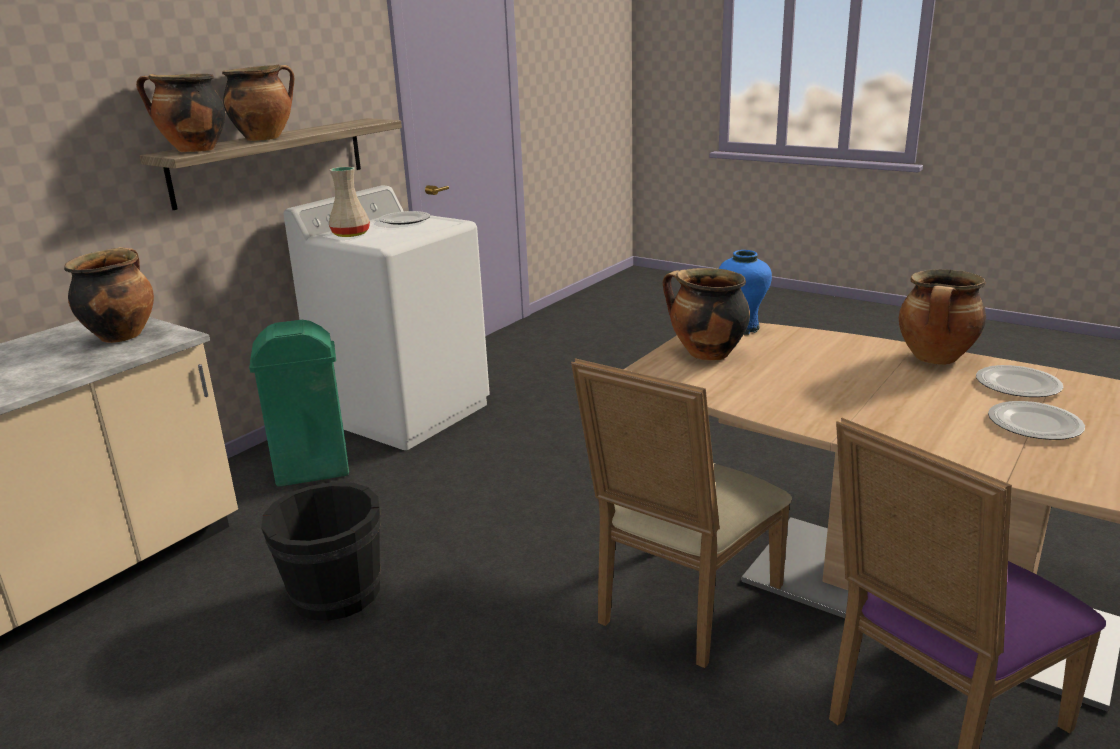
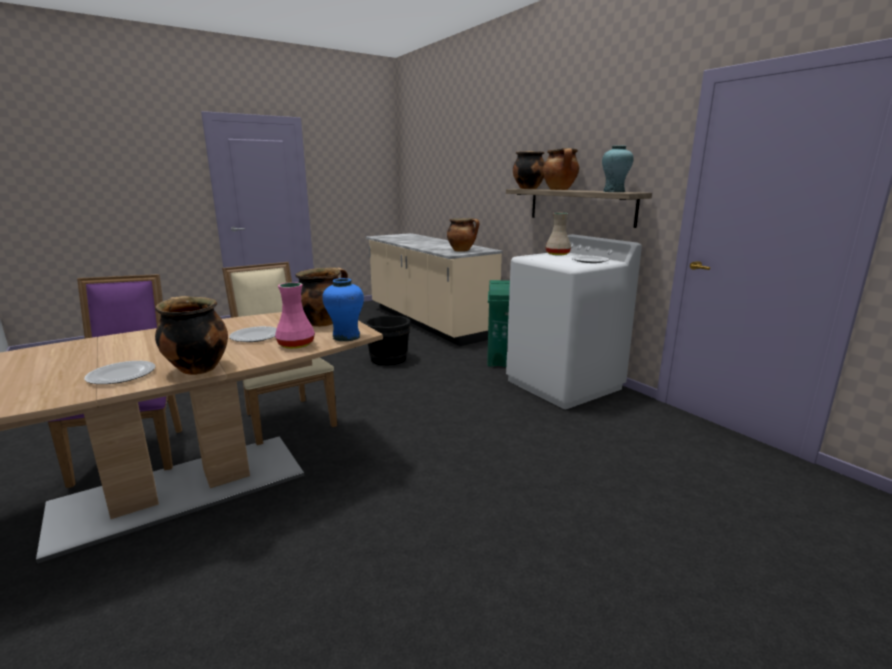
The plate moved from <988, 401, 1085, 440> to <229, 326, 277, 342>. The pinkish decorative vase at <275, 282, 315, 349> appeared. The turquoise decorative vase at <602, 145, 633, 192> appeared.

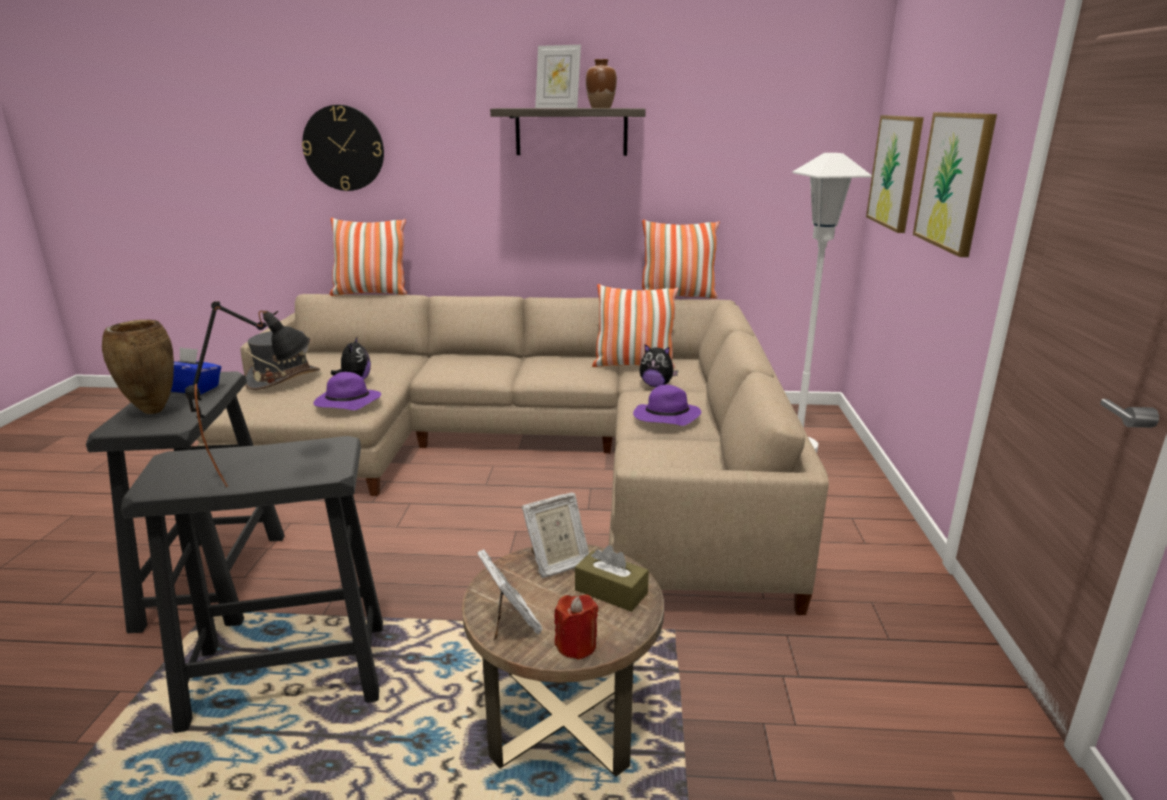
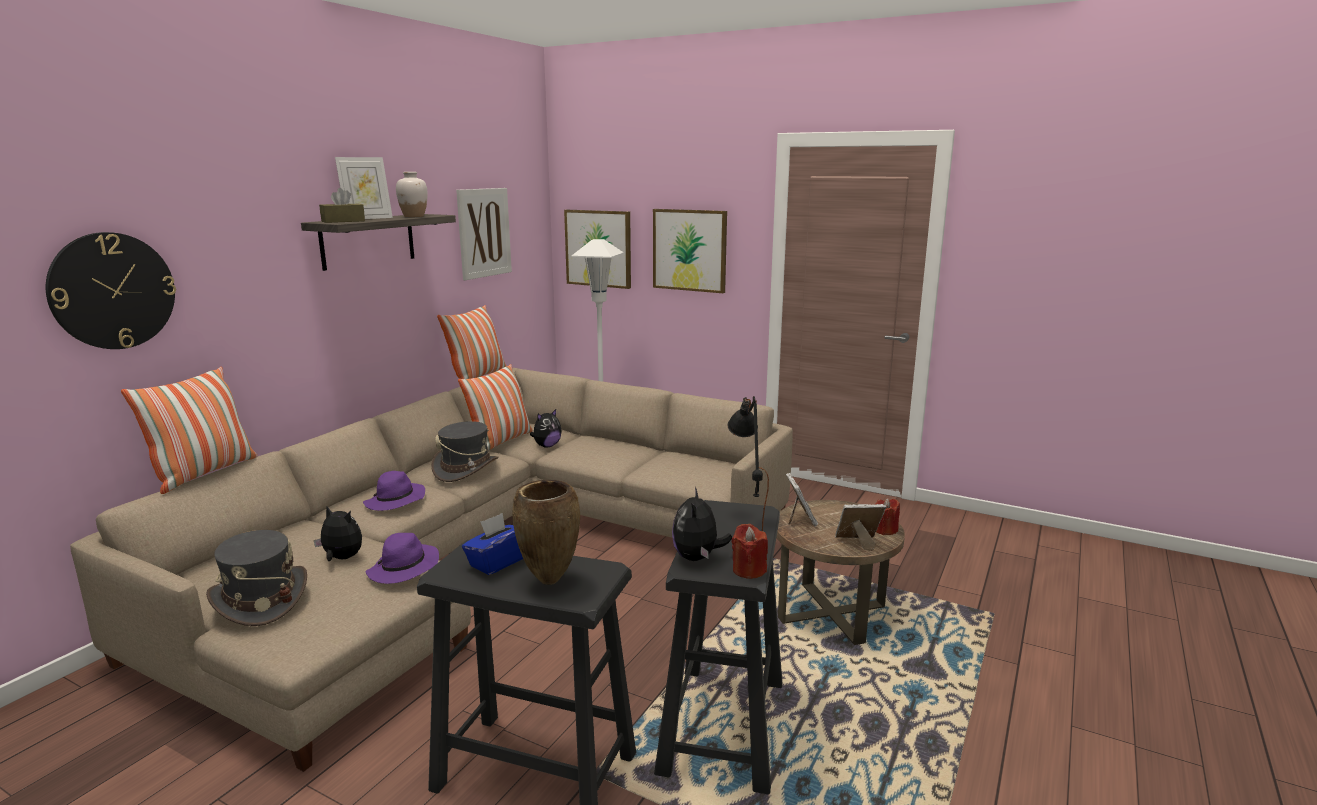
The brown-coloured box of tissues moved from <575, 545, 649, 612> to <319, 188, 365, 223>. The purple-coloured hat moved from <633, 385, 701, 426> to <363, 471, 425, 511>. The brown-coloured decorative vase at <586, 59, 617, 108> became the whitish decorative vase at <396, 172, 428, 217>. The grey hat at <431, 421, 499, 482> appeared. The picture at <456, 188, 512, 280> appeared. The soft toy at <672, 487, 732, 561> appeared. The red wax candle at <732, 524, 768, 579> appeared.

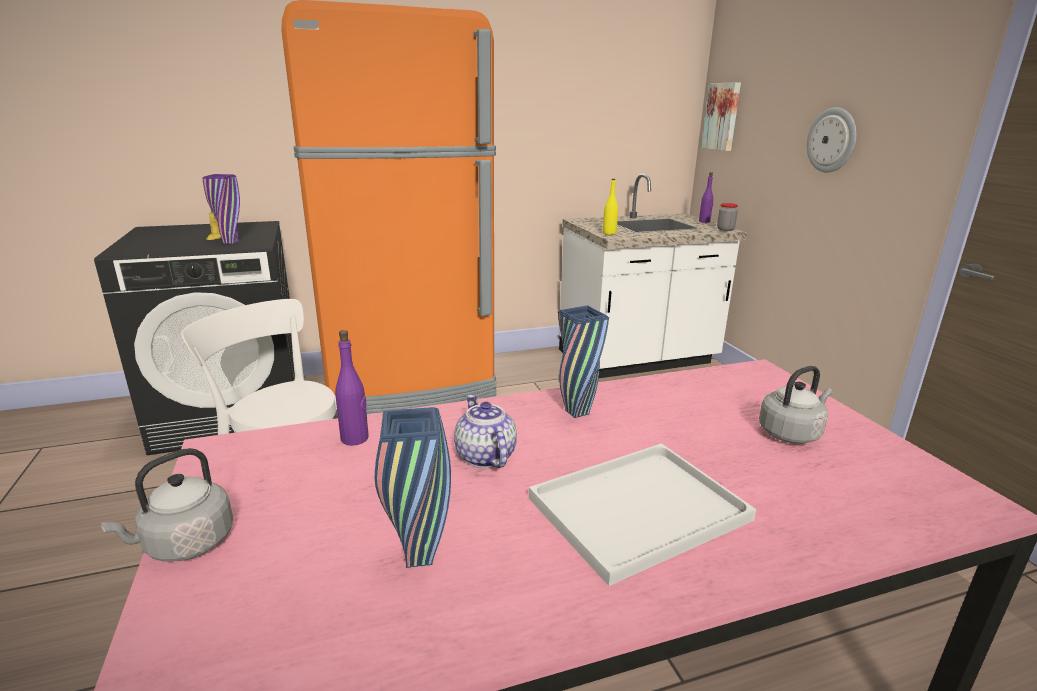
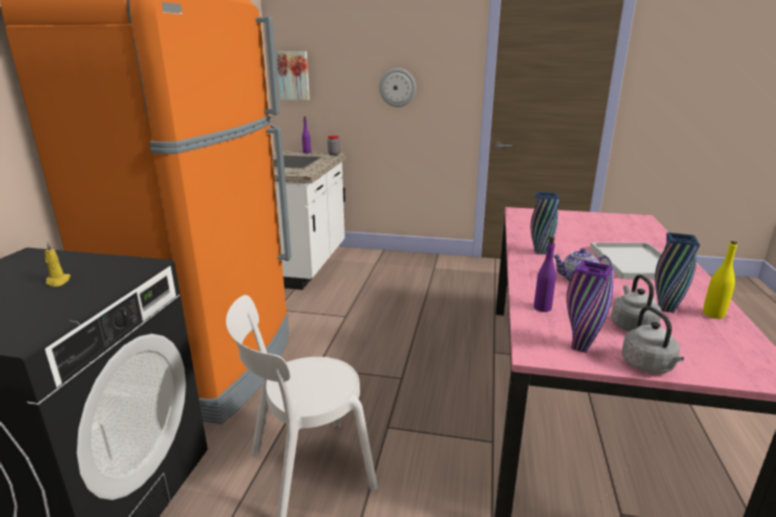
The purple-coloured decorative vase moved from <203, 174, 240, 244> to <566, 260, 613, 353>. The grey tea kettle moved from <759, 366, 833, 444> to <611, 275, 661, 331>. The yellow-coloured bottle moved from <603, 179, 618, 235> to <703, 241, 737, 319>.

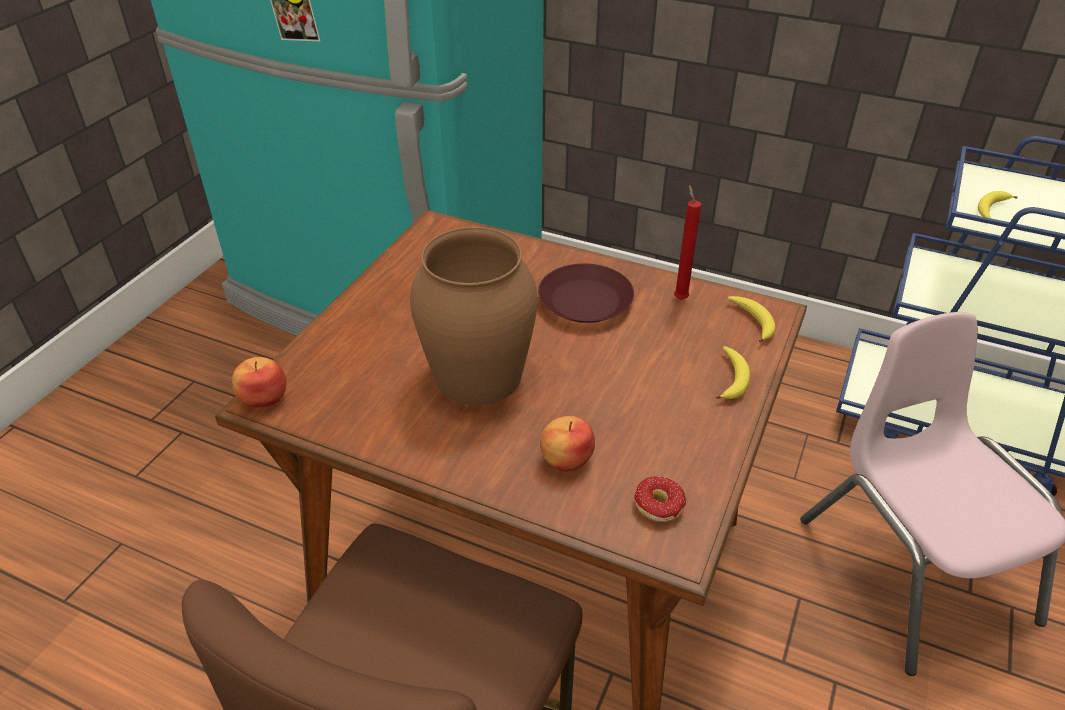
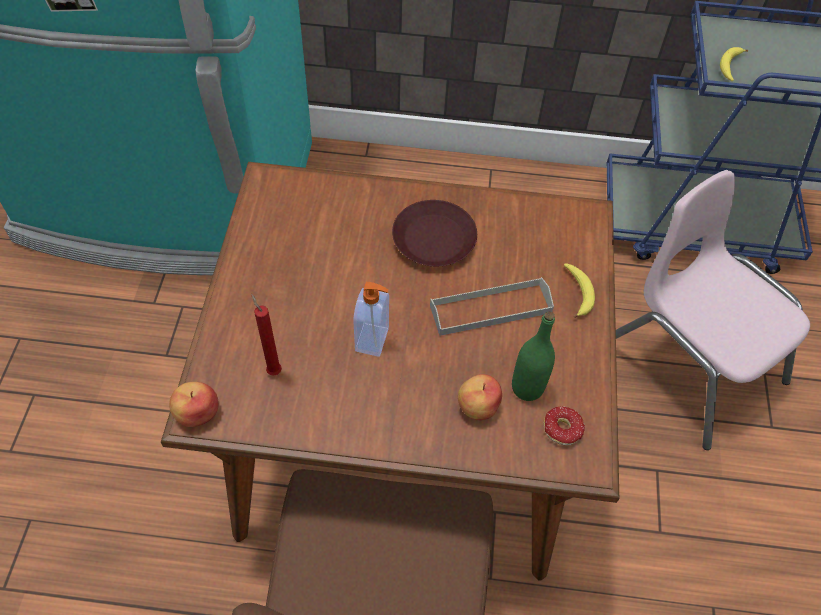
The red wax candle moved from <674, 185, 701, 300> to <251, 294, 282, 376>. The brown-coloured decorative vase at <410, 227, 538, 406> was replaced by the soap bottle at <353, 282, 389, 357>. The grey tray at <430, 277, 554, 336> appeared. The greenish bottle at <512, 311, 555, 401> appeared. The banana fruit at <728, 296, 776, 342> disappeared.

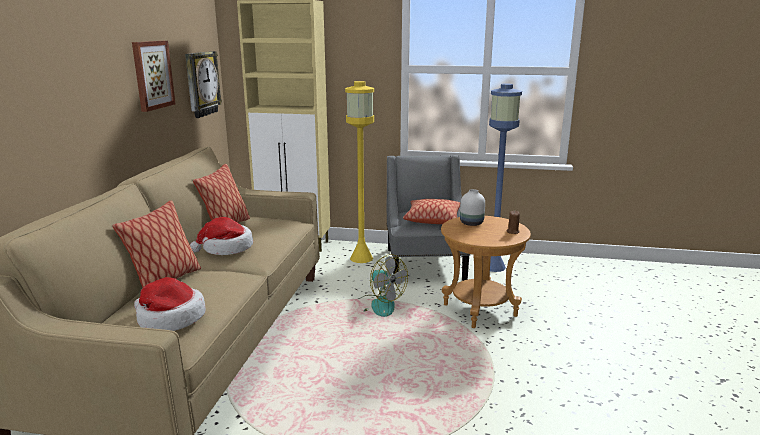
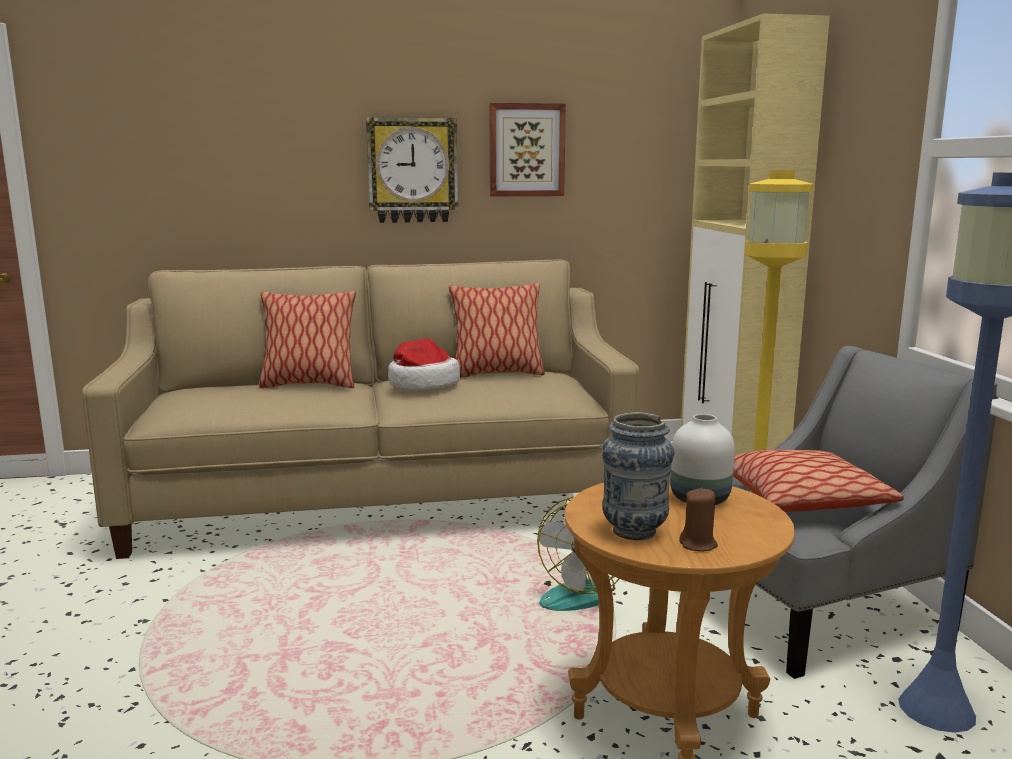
The clock on the wall moved from <185, 51, 222, 118> to <366, 117, 458, 223>. The decorative vase at <602, 412, 674, 540> appeared. The hat at <134, 277, 206, 331> disappeared.

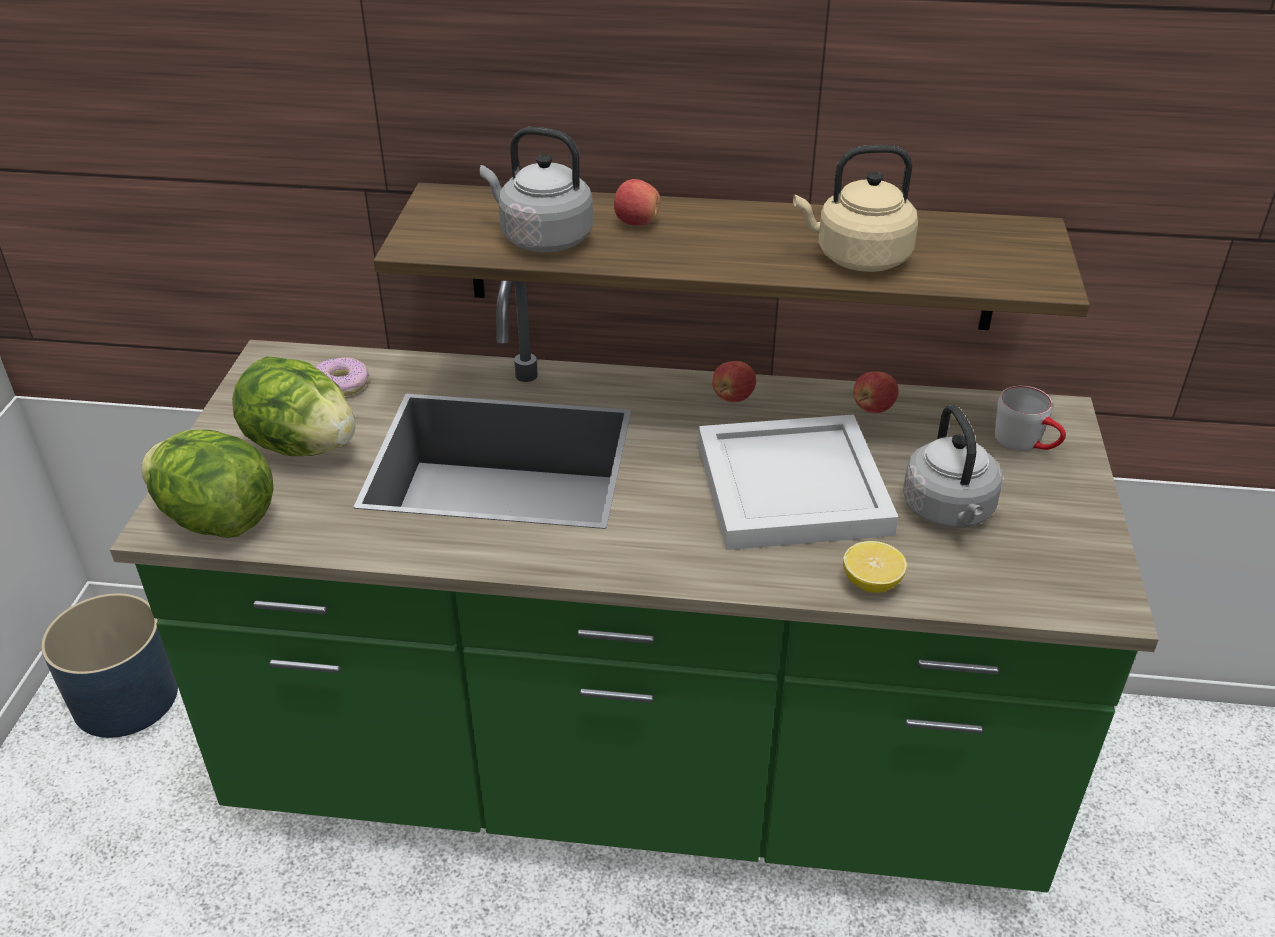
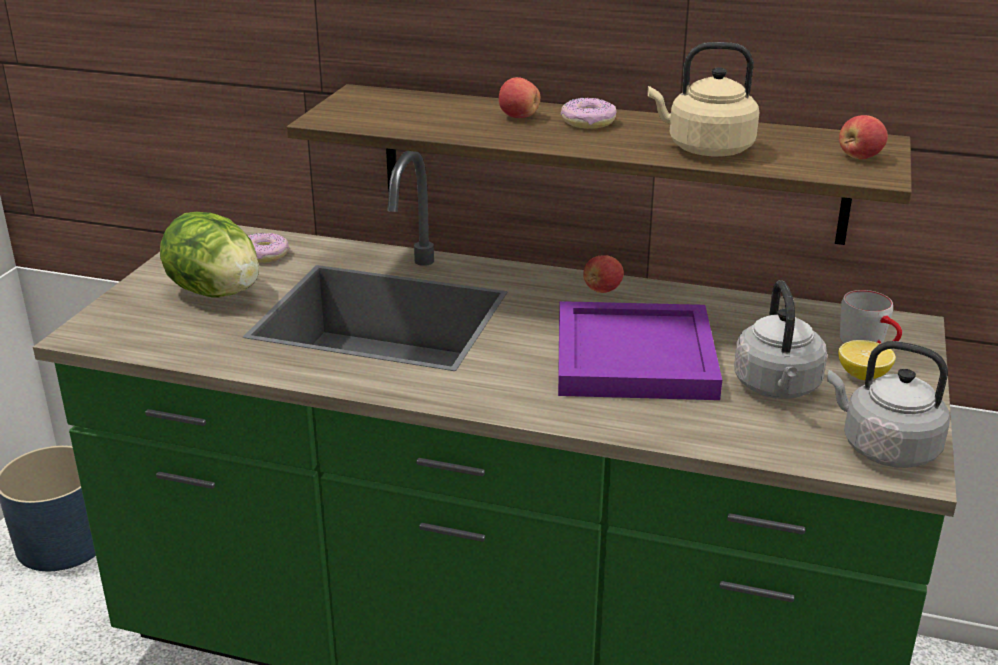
The whitish tray at <698, 414, 899, 550> became the purple-coloured tray at <558, 301, 722, 400>. The doughnut at <561, 98, 617, 129> appeared. The grey tea kettle moved from <480, 127, 593, 252> to <827, 341, 950, 468>. The whole lemon moved from <843, 541, 907, 593> to <838, 340, 895, 380>. The whole apple moved from <853, 372, 899, 413> to <839, 115, 888, 159>. The head of lettuce at <141, 430, 273, 538> disappeared.

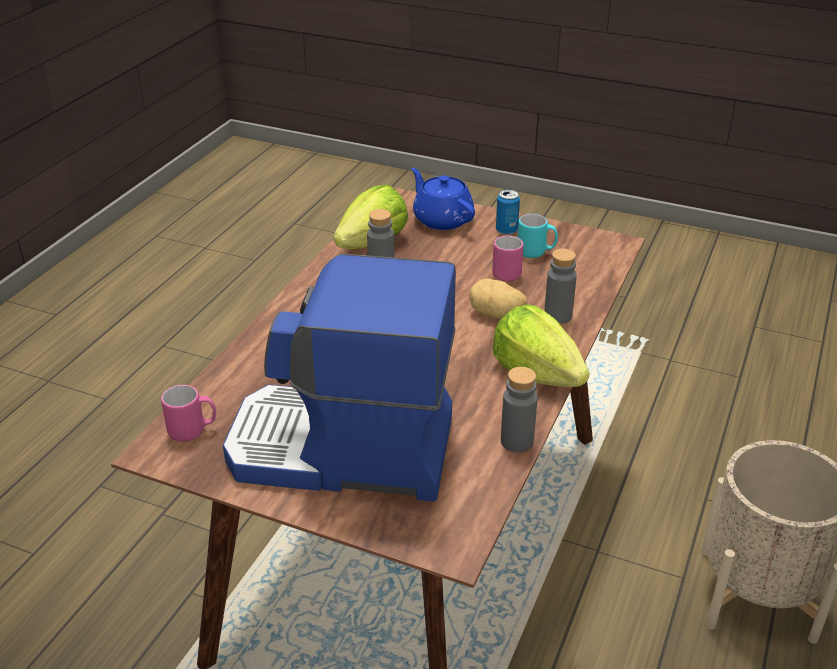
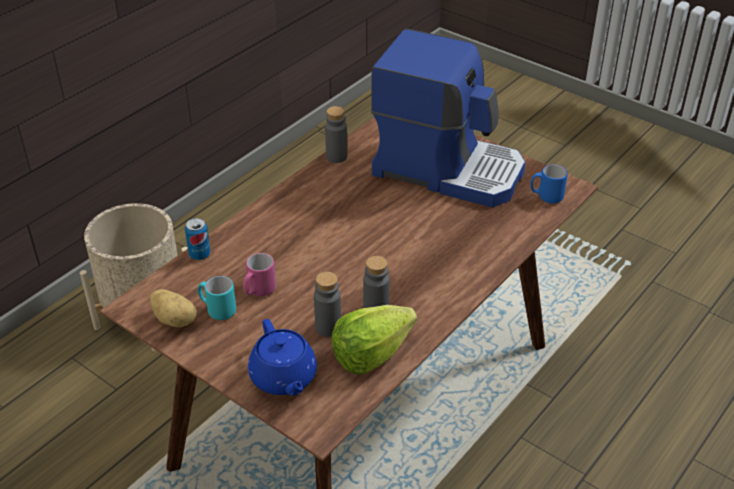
The spud moved from <469, 278, 527, 319> to <150, 289, 197, 327>. The metal can moved from <496, 189, 520, 235> to <185, 218, 211, 260>. The grey bottle moved from <544, 248, 577, 324> to <314, 272, 341, 337>. The pinkish tea mug at <161, 385, 216, 442> became the blue tea mug at <530, 164, 568, 204>. The head of lettuce at <493, 304, 590, 387> disappeared.

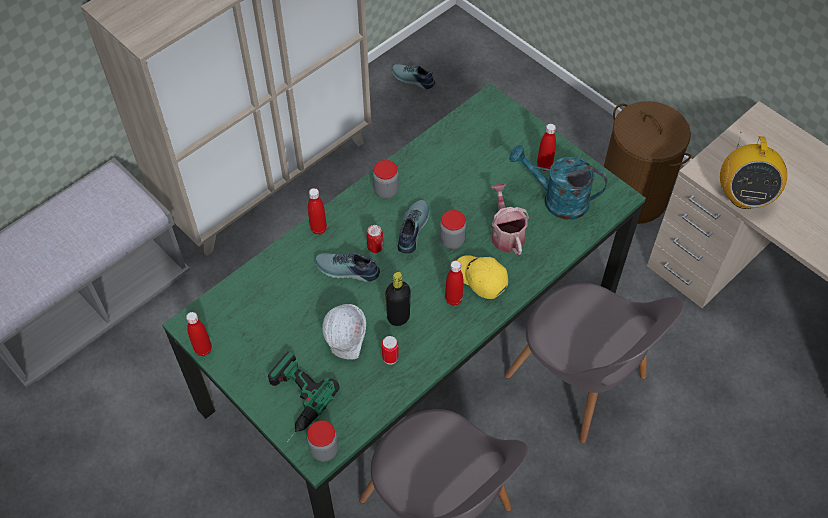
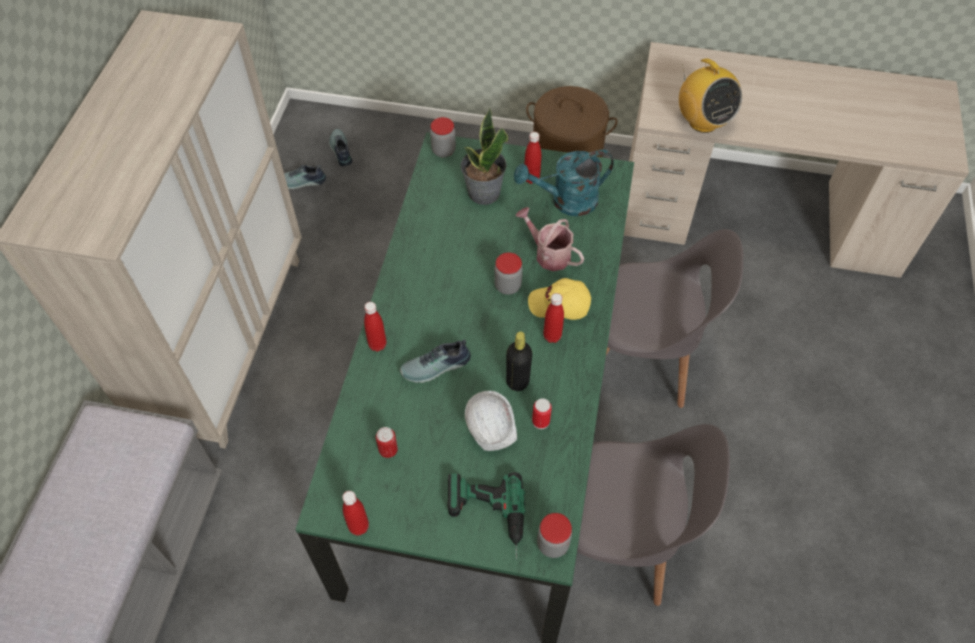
The low shoe moved from <397, 200, 430, 254> to <329, 129, 352, 166>. The metal can moved from <366, 225, 383, 253> to <376, 427, 398, 458>. The storage jar moved from <373, 160, 399, 199> to <430, 117, 456, 157>. The houseplant at <460, 107, 508, 205> appeared.

